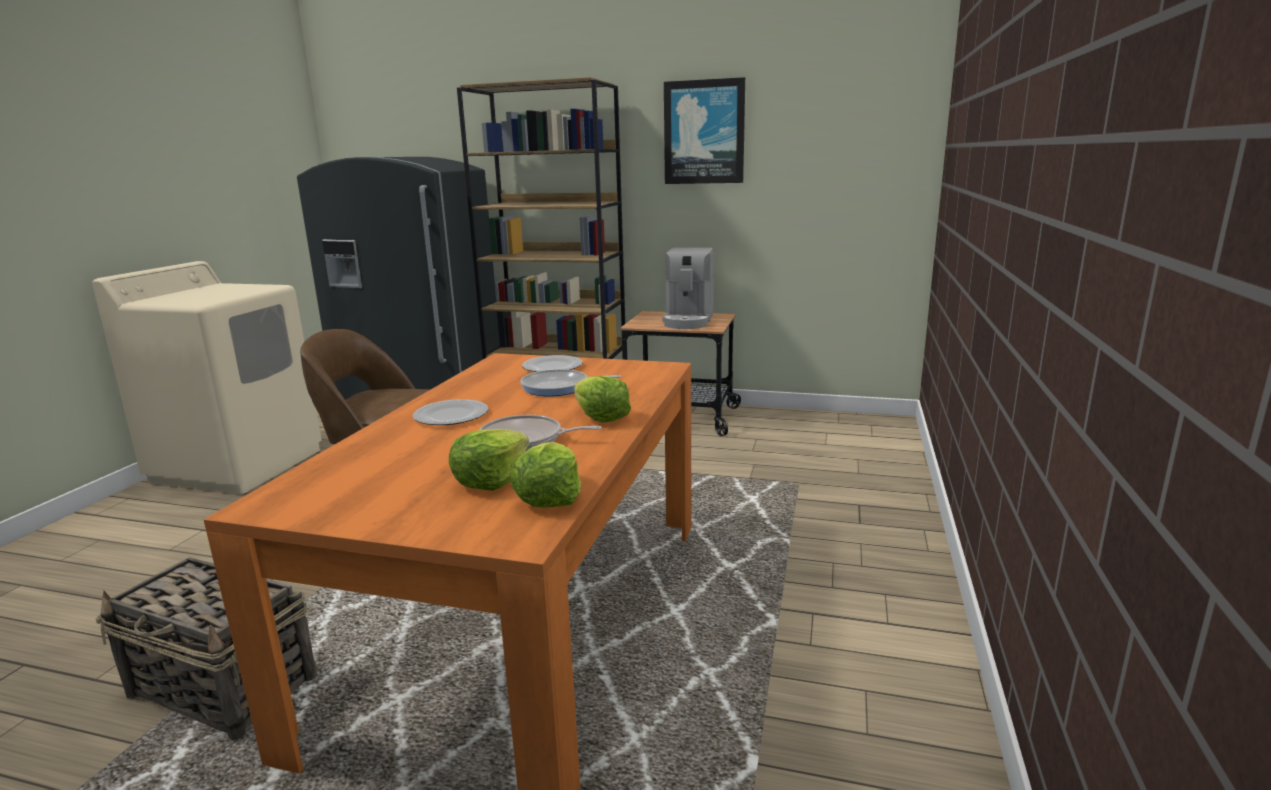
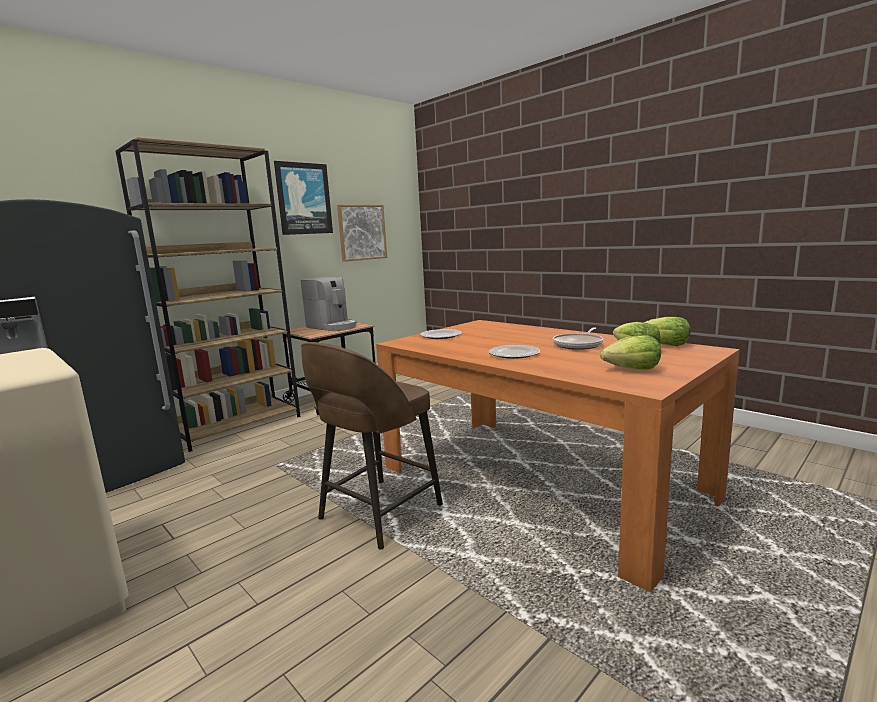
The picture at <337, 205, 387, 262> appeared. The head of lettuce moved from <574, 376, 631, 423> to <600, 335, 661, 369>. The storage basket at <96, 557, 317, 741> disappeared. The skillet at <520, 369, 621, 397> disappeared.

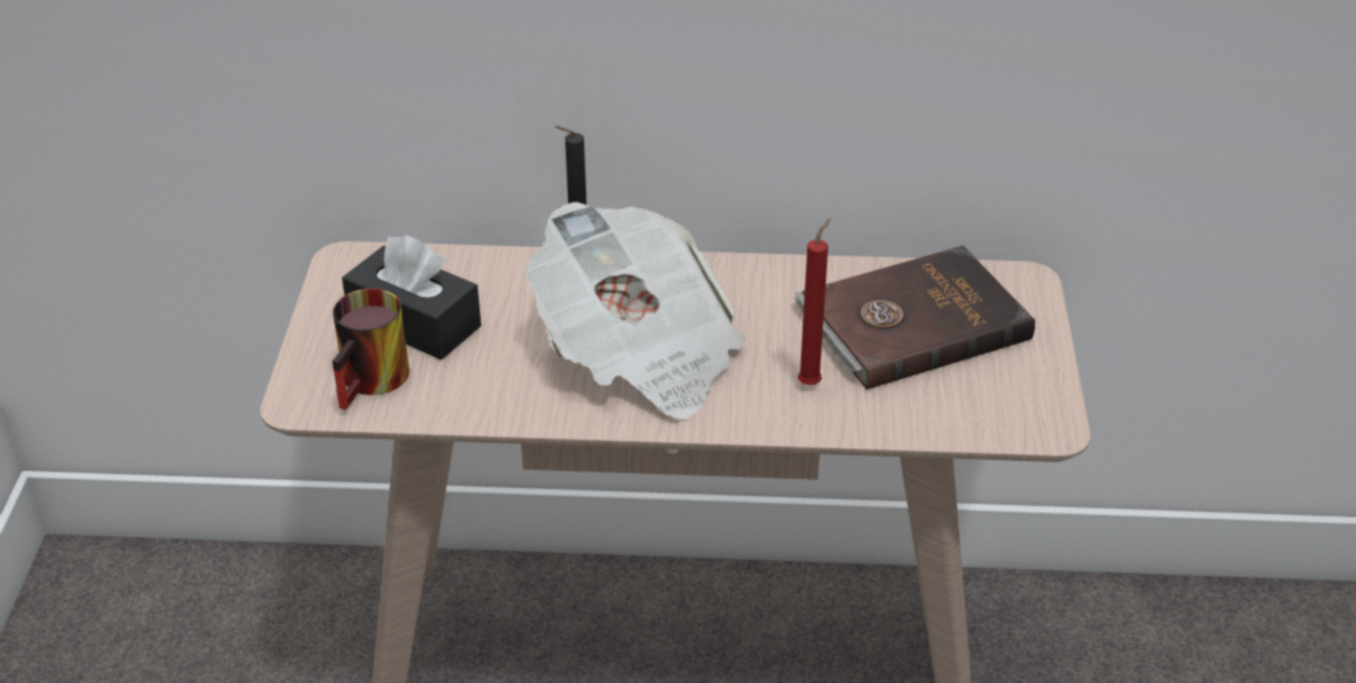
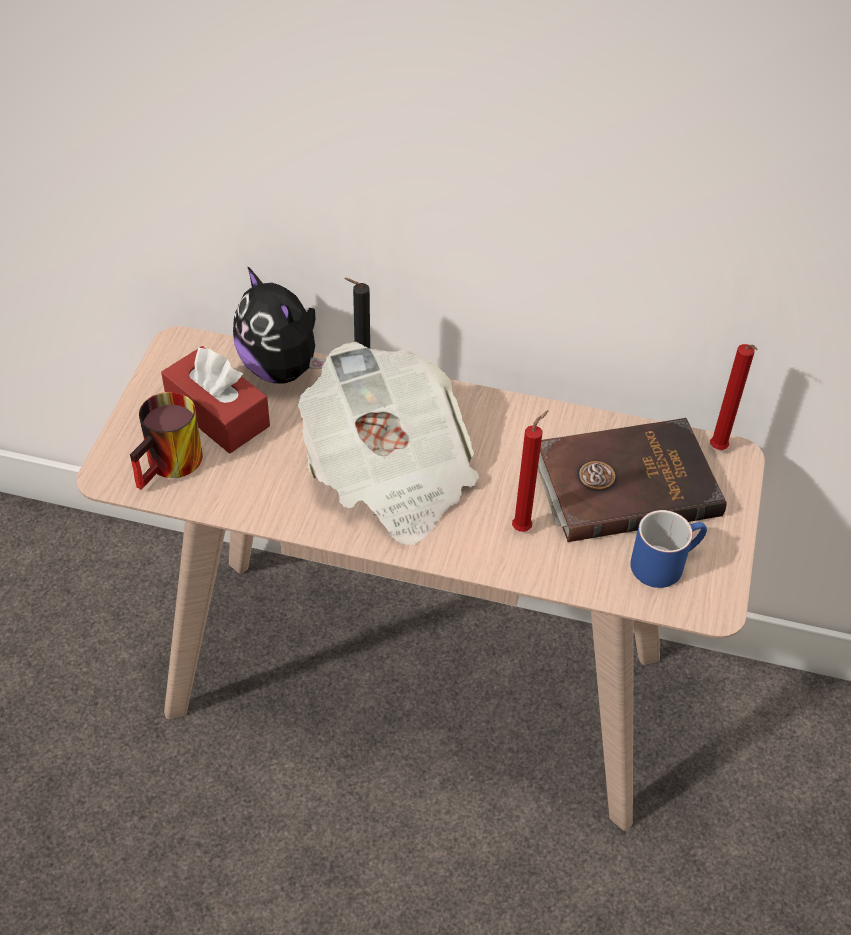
The blackish box of tissues at <342, 235, 481, 360> became the red box of tissues at <161, 346, 270, 453>. The soft toy at <233, 266, 326, 384> appeared. The blue tea mug at <630, 510, 707, 588> appeared. The red wax candle at <710, 344, 757, 450> appeared.

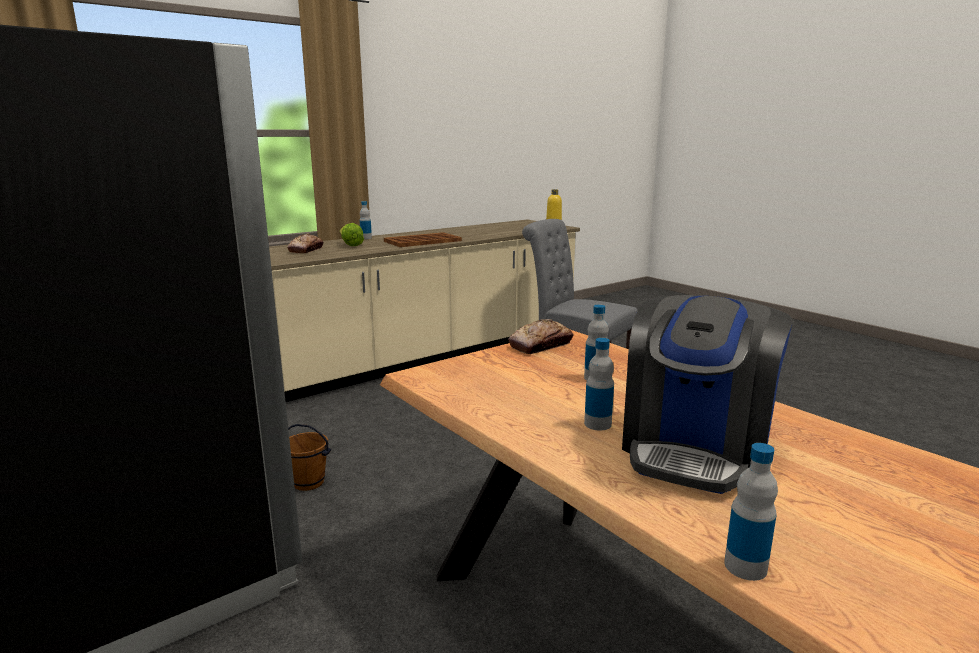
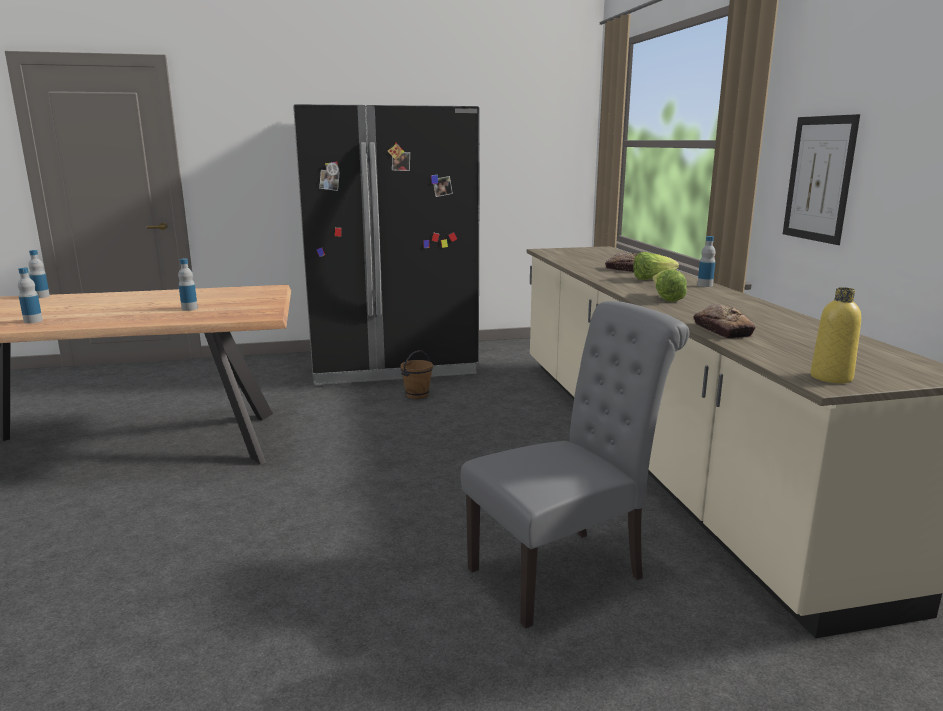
The bottle moved from <584, 338, 614, 430> to <18, 268, 43, 323>. The brown-coloured tray at <384, 232, 462, 247> was replaced by the head of lettuce at <652, 269, 687, 302>. The bakery bread moved from <508, 319, 573, 354> to <693, 304, 756, 339>. The picture at <783, 114, 860, 245> appeared. The coffee brewer at <622, 295, 793, 494> disappeared.

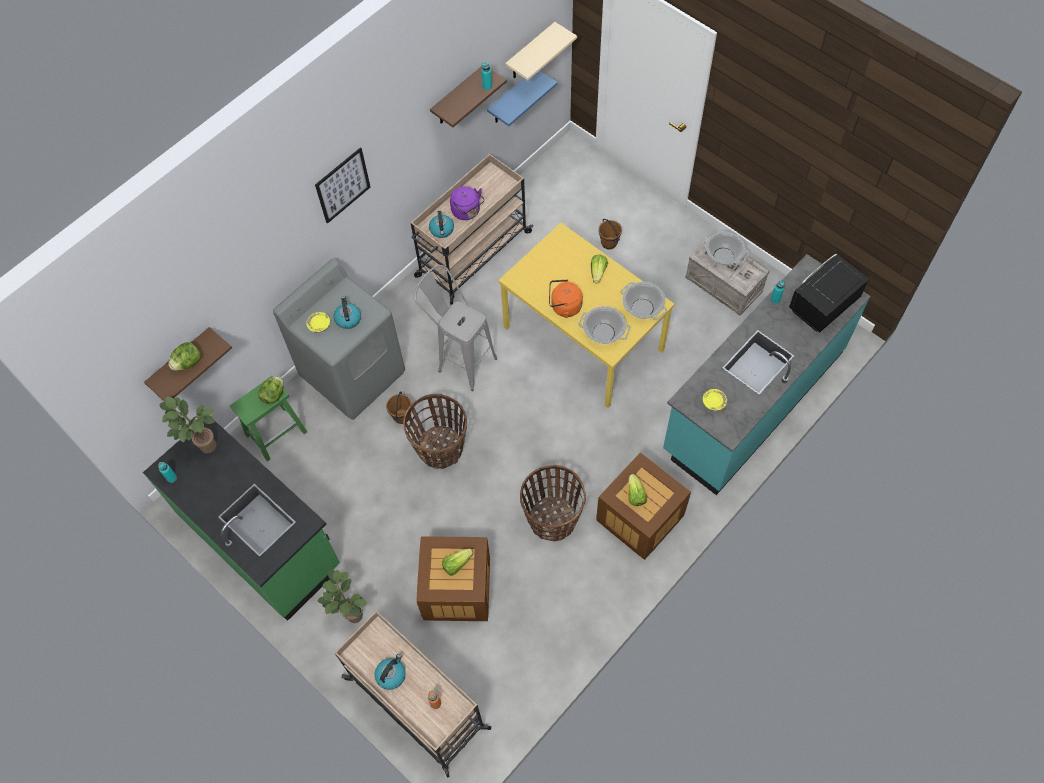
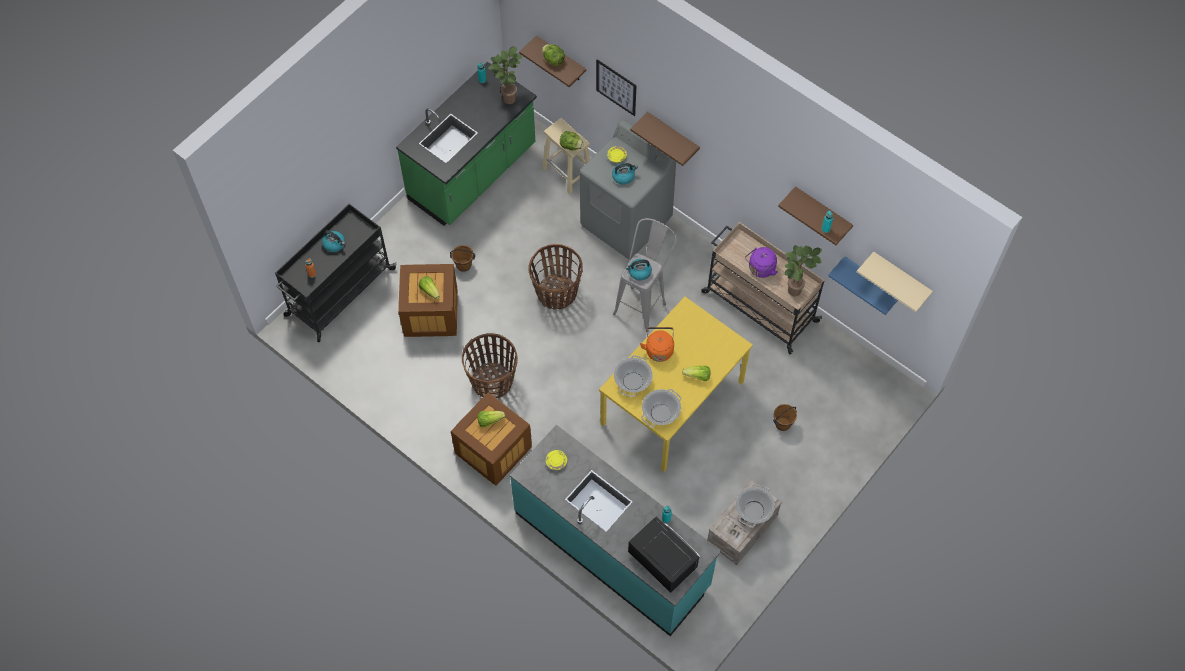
The beige-coloured trolley at <335, 610, 491, 778> became the blackish trolley at <275, 204, 397, 342>. The brown-coloured pail moved from <386, 391, 412, 424> to <450, 245, 475, 272>. The greenish stool seat at <230, 376, 307, 461> became the beige-coloured stool seat at <542, 118, 590, 194>. The picture moved from <315, 147, 370, 224> to <596, 59, 637, 116>. The tea kettle moved from <429, 211, 454, 238> to <625, 259, 652, 281>. The brown-coloured bracket shelf at <630, 112, 700, 166> appeared. The houseplant moved from <317, 569, 367, 623> to <784, 245, 822, 297>.

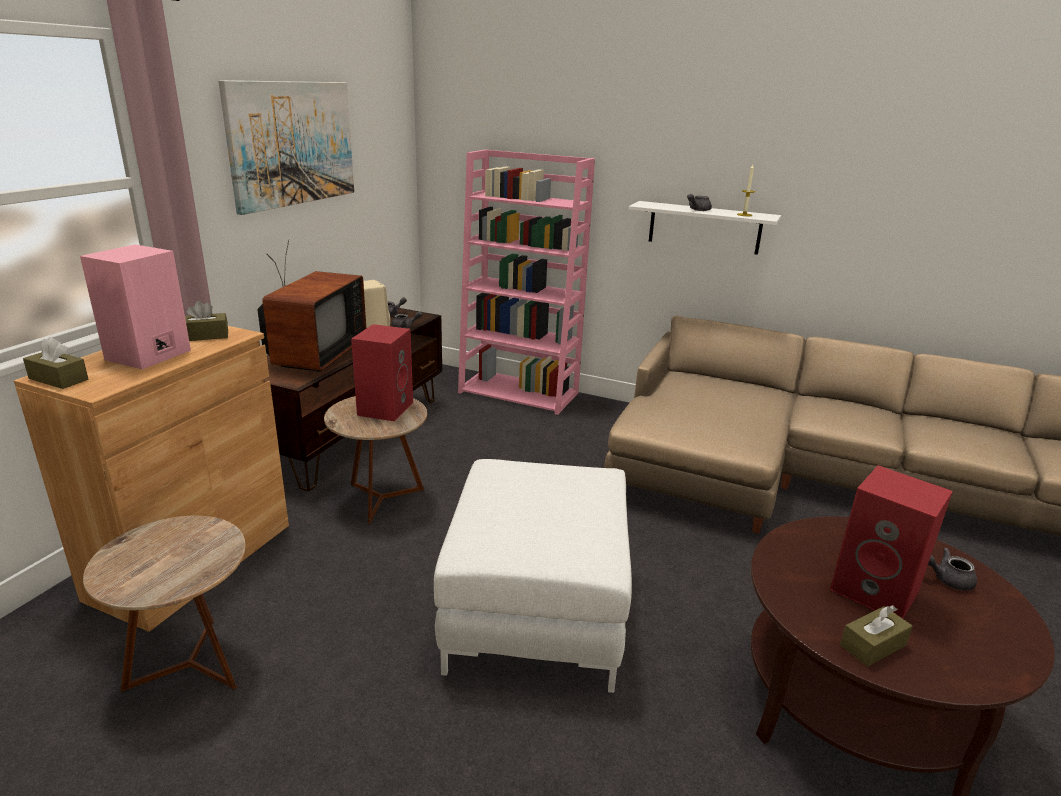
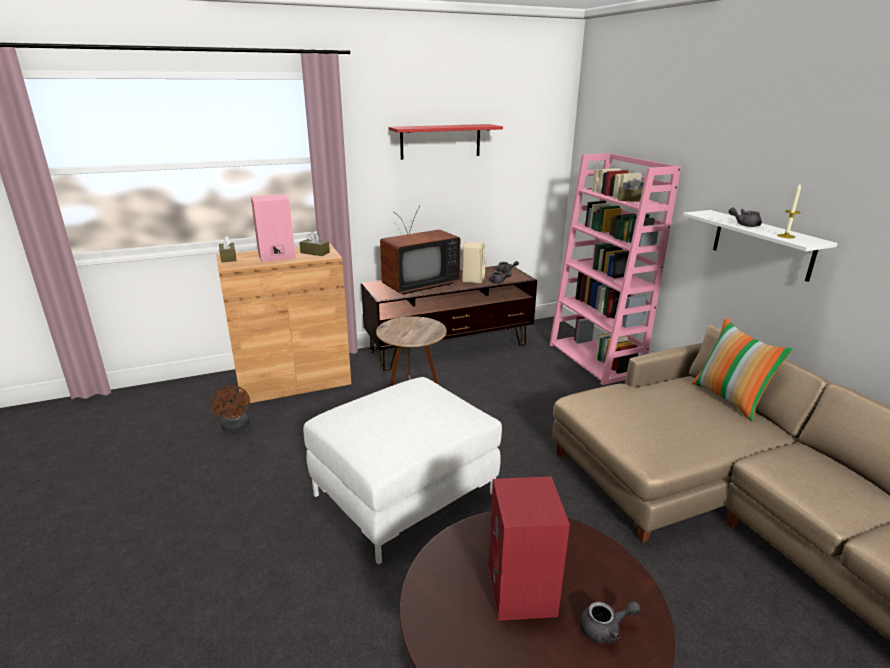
The brown-coloured end table at <83, 516, 246, 692> was replaced by the brown-coloured electric fan at <210, 385, 250, 432>. The picture at <218, 80, 354, 215> was replaced by the red bracket shelf at <389, 124, 503, 160>. The grey pot for tea at <928, 548, 977, 591> turned 120 degrees clockwise. The brown-coloured box of tissues moved from <840, 605, 913, 667> to <618, 178, 643, 202>. The pillow at <692, 318, 793, 421> appeared. The red loudspeaker at <351, 324, 413, 421> disappeared.

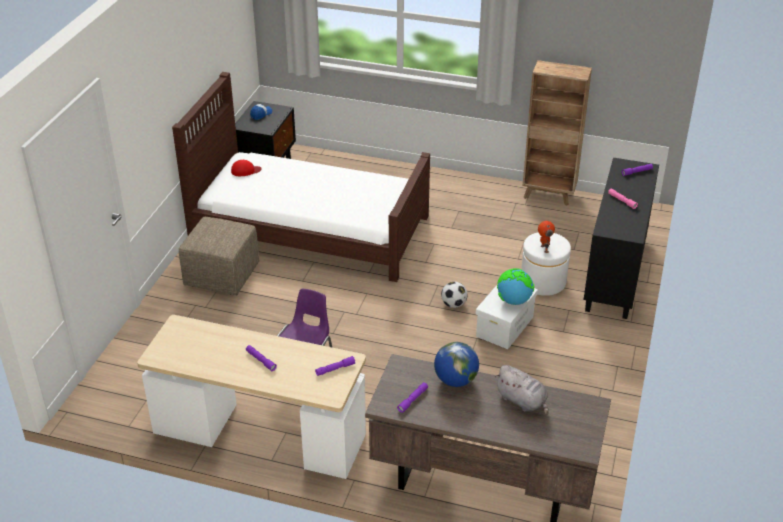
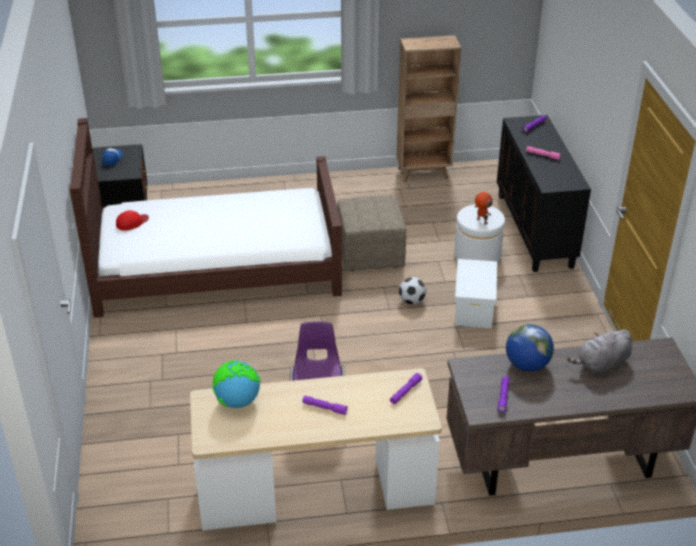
The world globe moved from <497, 268, 534, 305> to <213, 360, 261, 408>. The beige-coloured ottoman moved from <179, 217, 259, 296> to <337, 195, 406, 271>. The grey soft toy at <495, 365, 549, 415> turned 135 degrees clockwise.

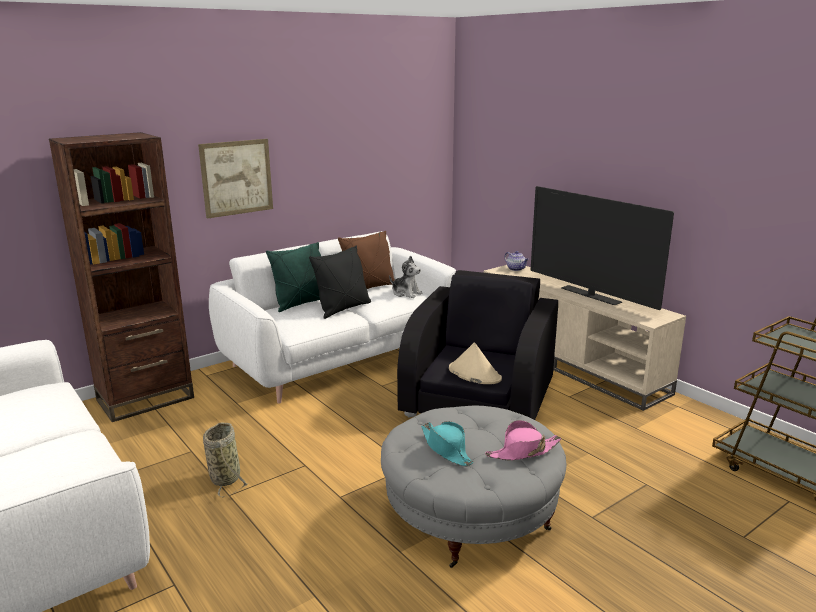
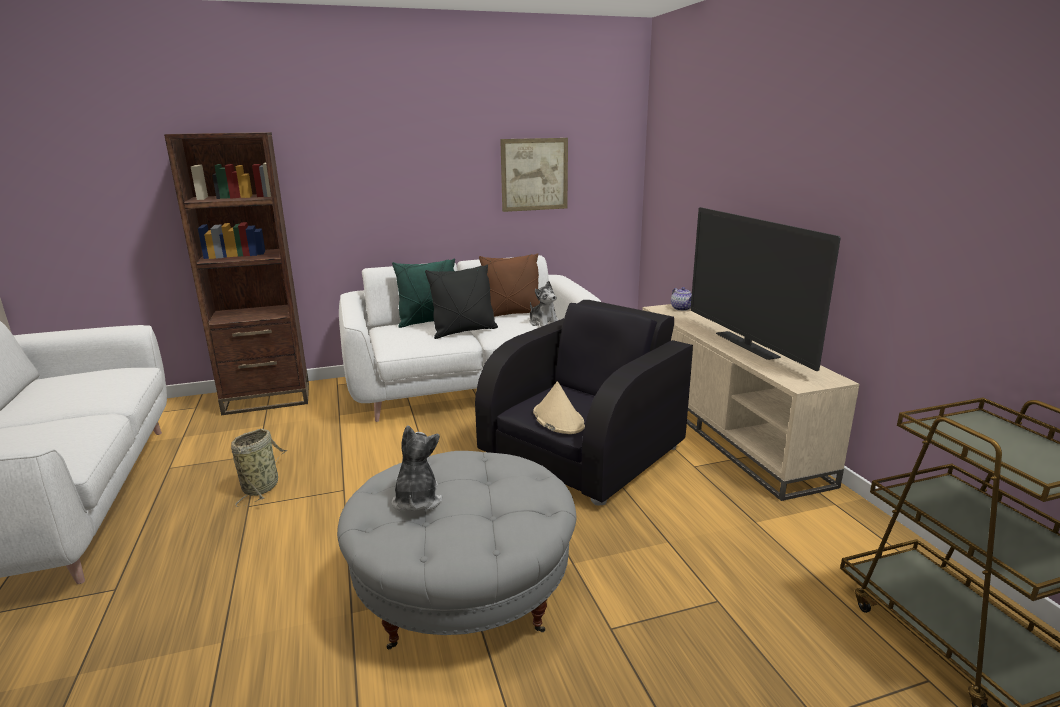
The turquoise hat at <421, 421, 473, 466> was replaced by the soft toy at <392, 425, 442, 512>. The picture moved from <198, 139, 273, 219> to <500, 138, 568, 212>. The pinkish hat at <485, 420, 561, 461> disappeared.

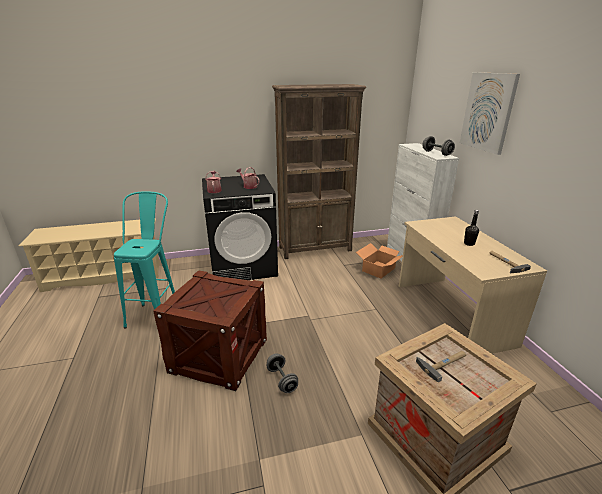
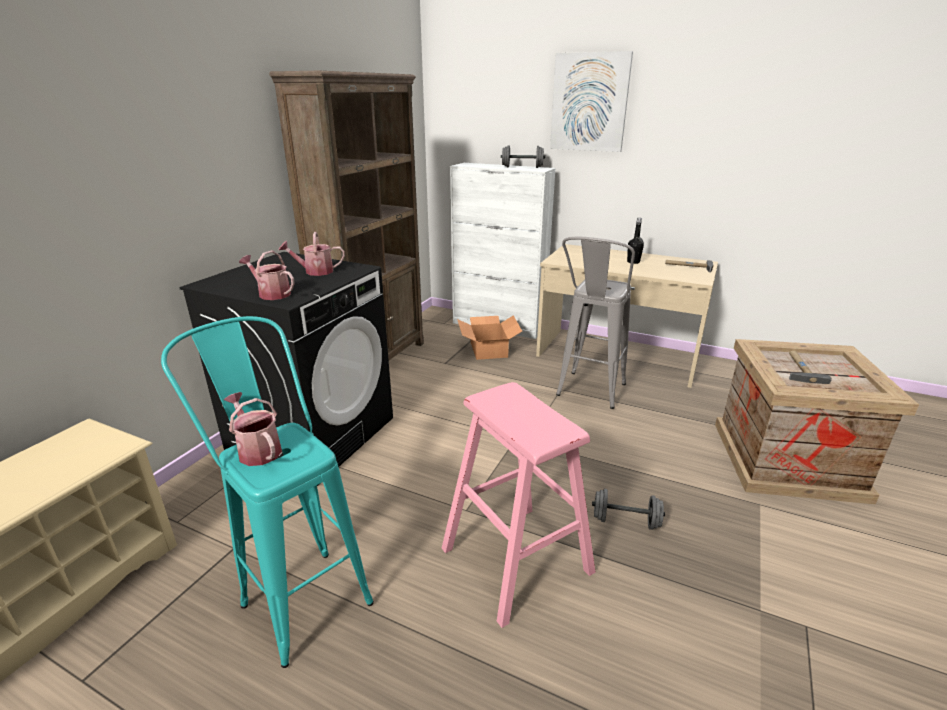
The watering pot at <224, 392, 282, 466> appeared. The packing crate at <153, 270, 267, 391> was replaced by the pinkish stool seat at <442, 382, 596, 628>. The grey stool seat at <556, 237, 635, 409> appeared.

